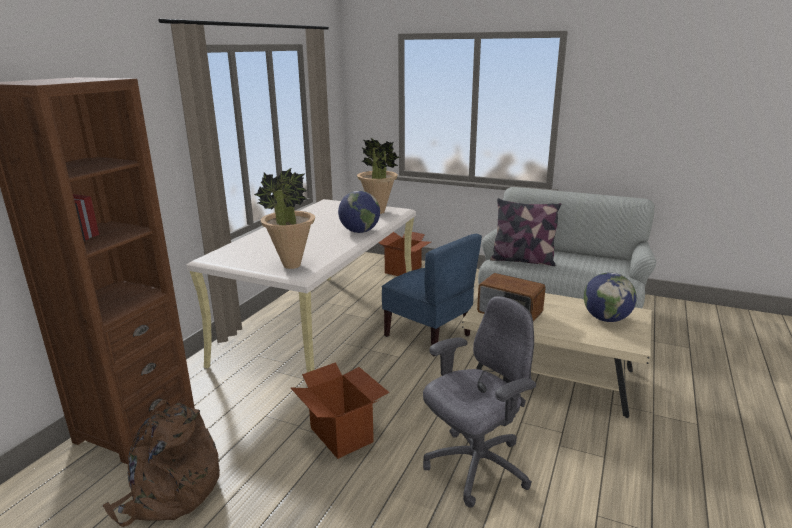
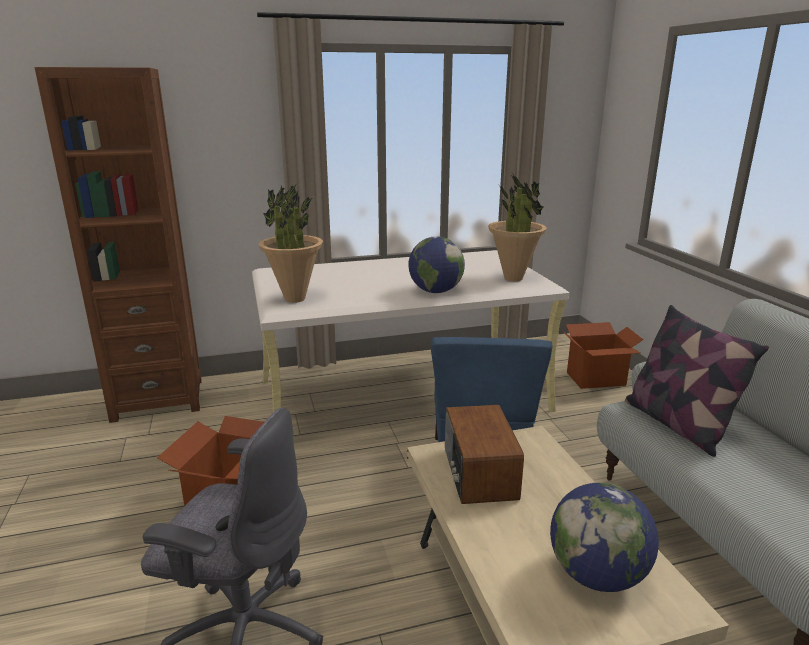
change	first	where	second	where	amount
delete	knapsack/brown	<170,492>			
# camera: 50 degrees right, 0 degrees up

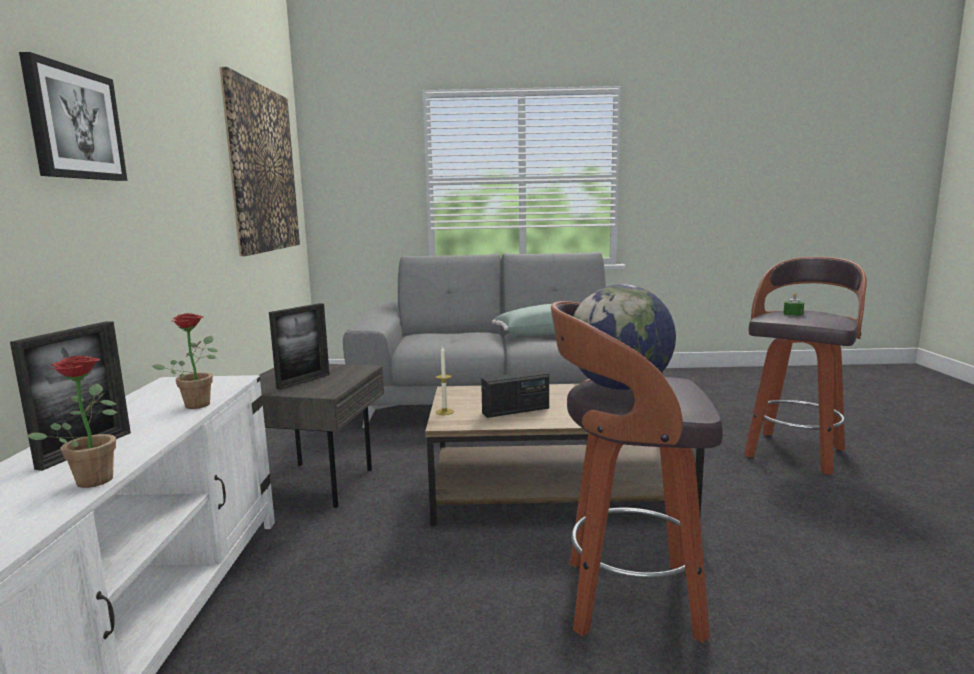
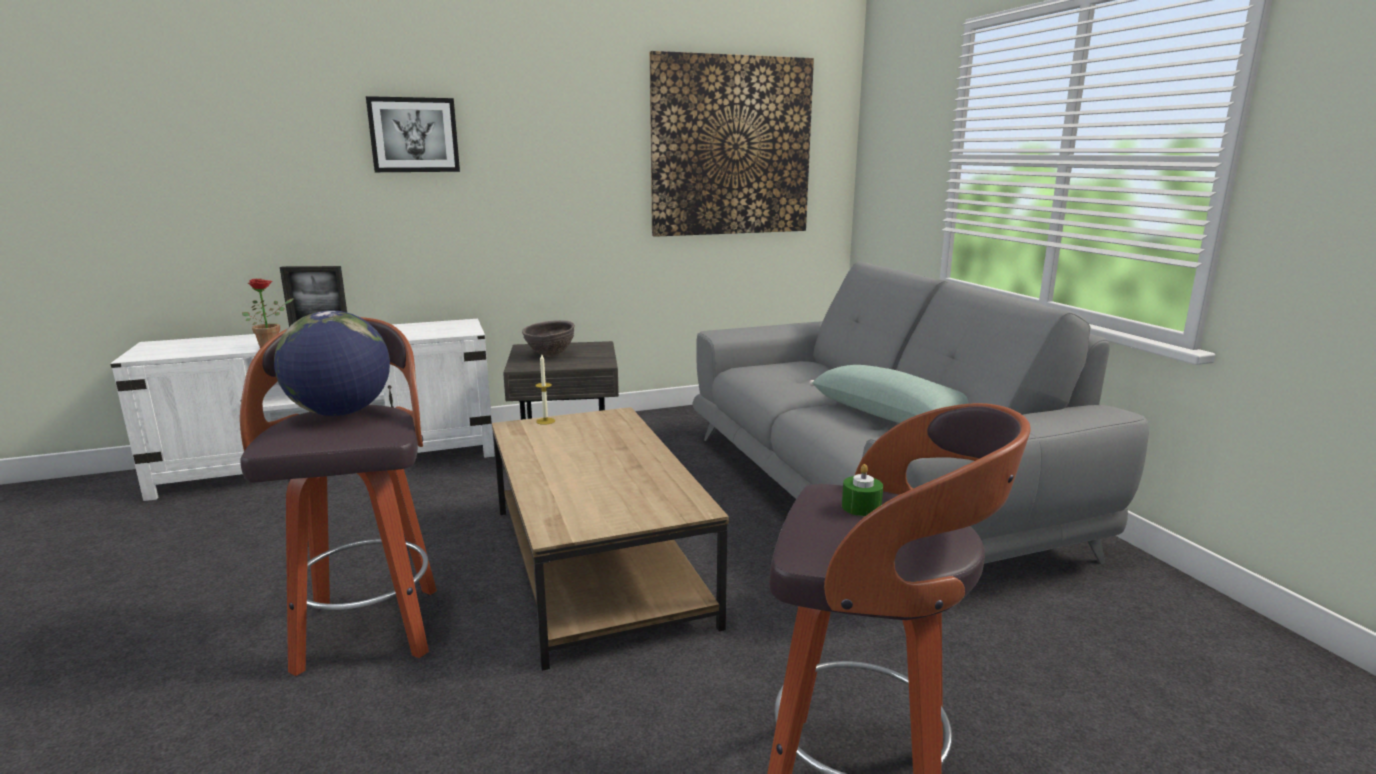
change	first	where	second	where	amount
replace	picture frame	<303,381>	deep dish/brown	<550,356>	
delete	potted plant	<198,403>			
delete	radio set	<516,411>			
# camera: 70 degrees right, 5 degrees up

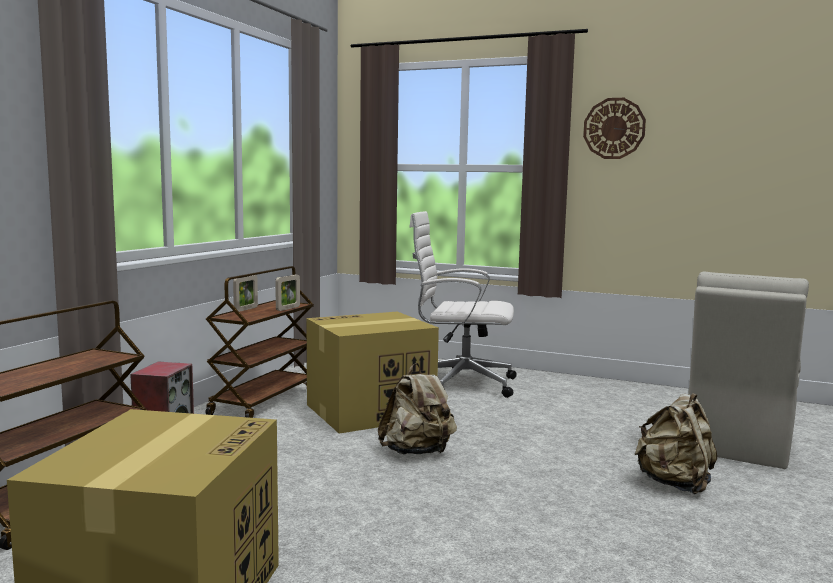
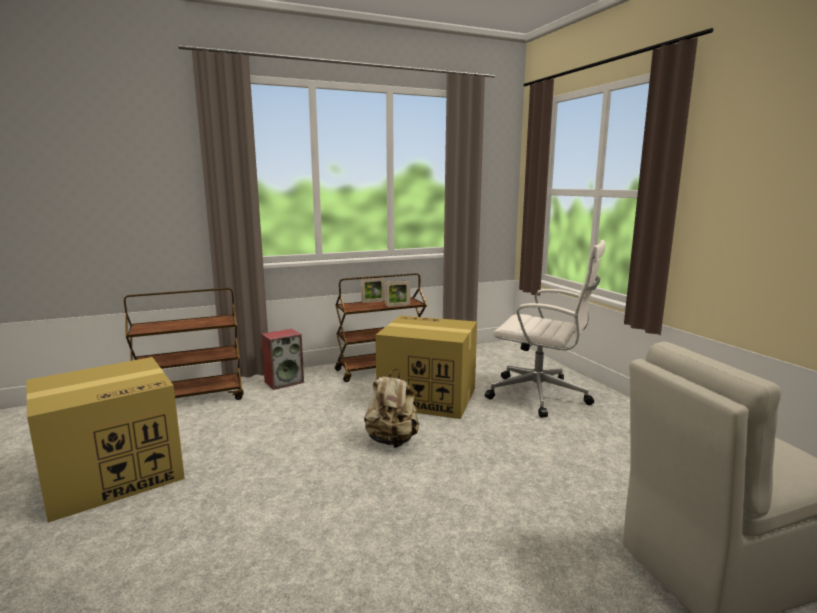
change	first	where	second	where	amount
delete	clock on the wall	<614,128>			
rotate	office chair/whitish	<460,383>		<541,396>	150 degrees clockwise
delete	knapsack/sand-coloured	<675,484>			
# camera: 45 degrees right, 5 degrees up

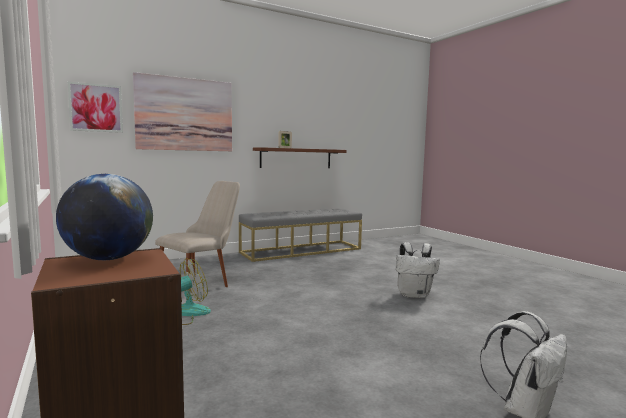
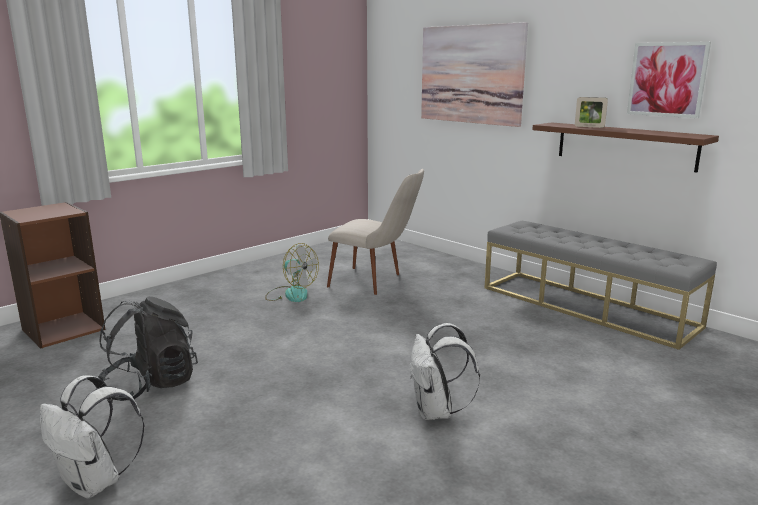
change	first	where	second	where	amount
move	picture	<96,108>		<667,79>	
delete	globe	<108,259>			
insert			knapsack/black-coloured	<151,385>	
# camera: 75 degrees right, 10 degrees up

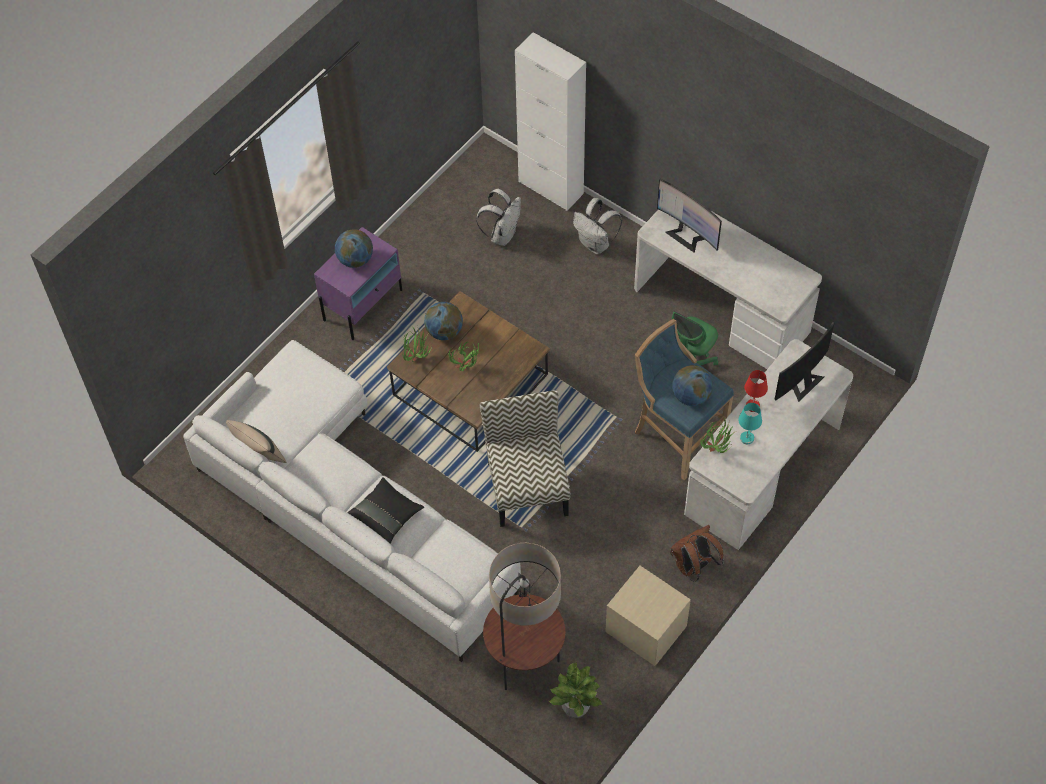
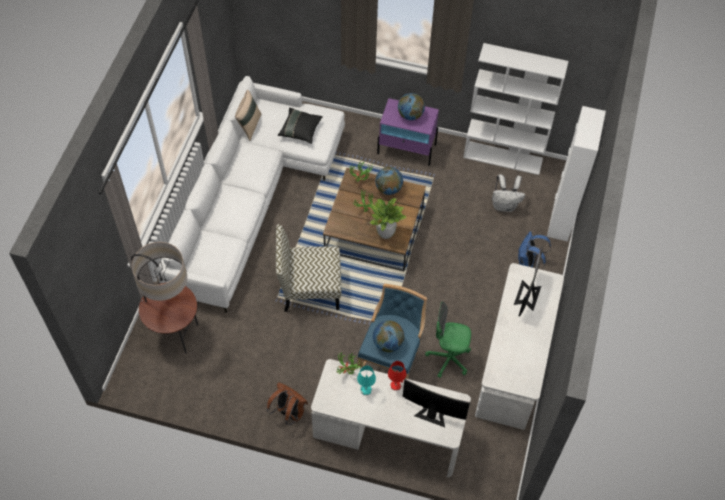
change	first	where	second	where	amount
recolor	knapsack/whitish	<596,244>	knapsack/blue-coloured	<528,263>	
rotate	plain chair	<527,486>		<309,289>	150 degrees counterclockwise
move	cushion/black-coloured	<386,516>		<300,130>	
delete	bedside table/sand-coloured	<646,629>			
move	potted plant	<575,709>		<385,233>	
insert			shelving unit/whitish	<503,157>	
# camera: 65 degrees right, 0 degrees up

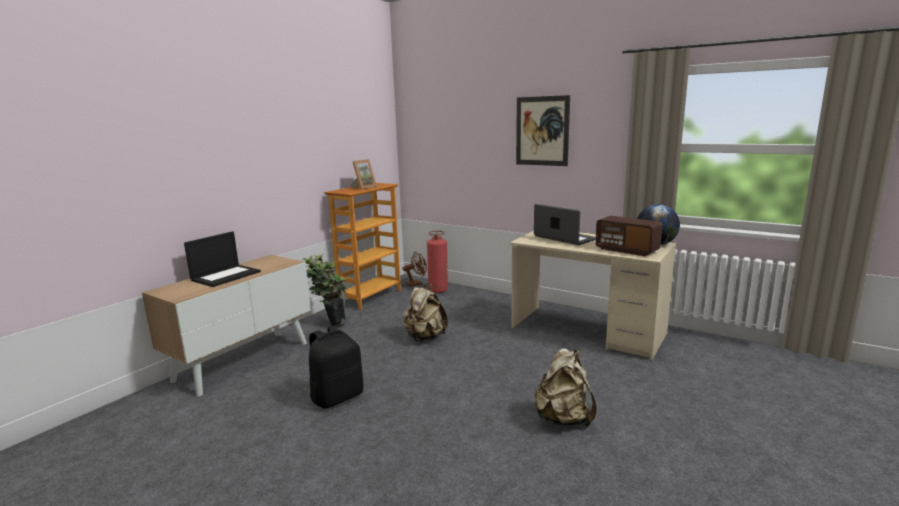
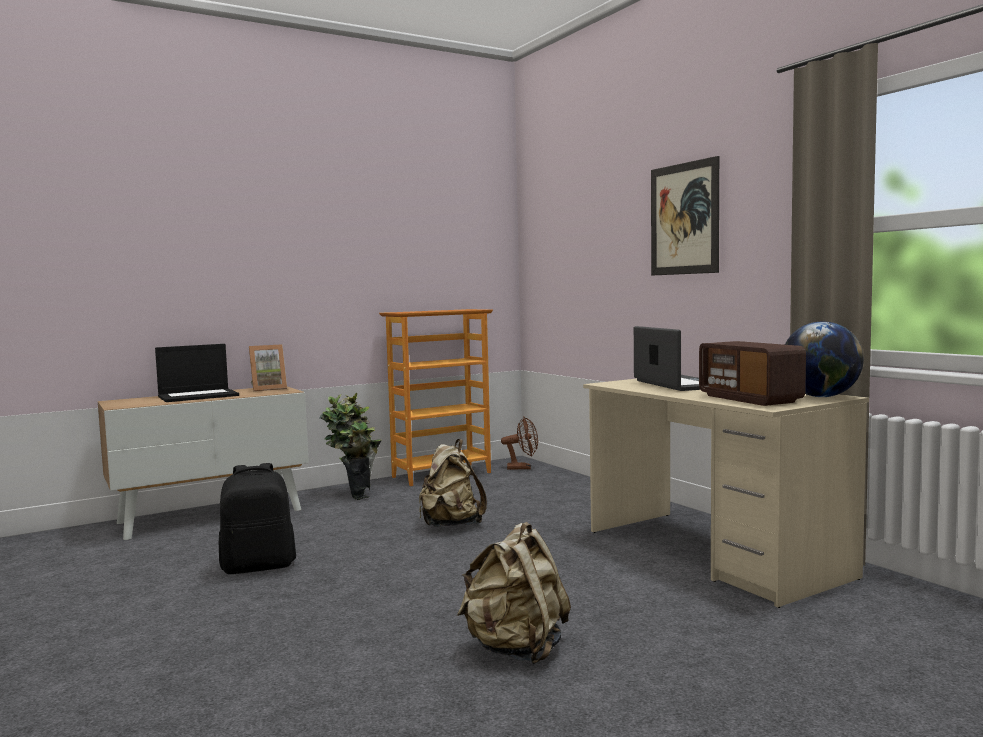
change	first	where	second	where	amount
move	picture frame	<363,187>		<268,389>	
delete	fire-fighting cylinder	<438,290>			
# camera: 25 degrees right, 10 degrees down

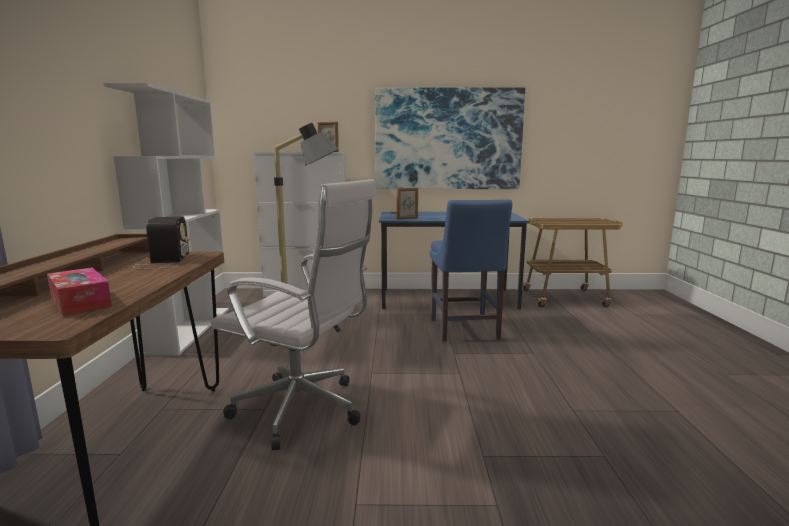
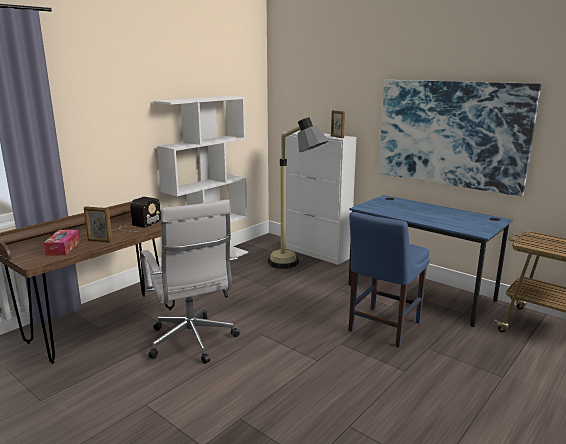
change	first	where	second	where	amount
move	picture frame	<407,218>		<99,241>	
# camera: 40 degrees right, 5 degrees up

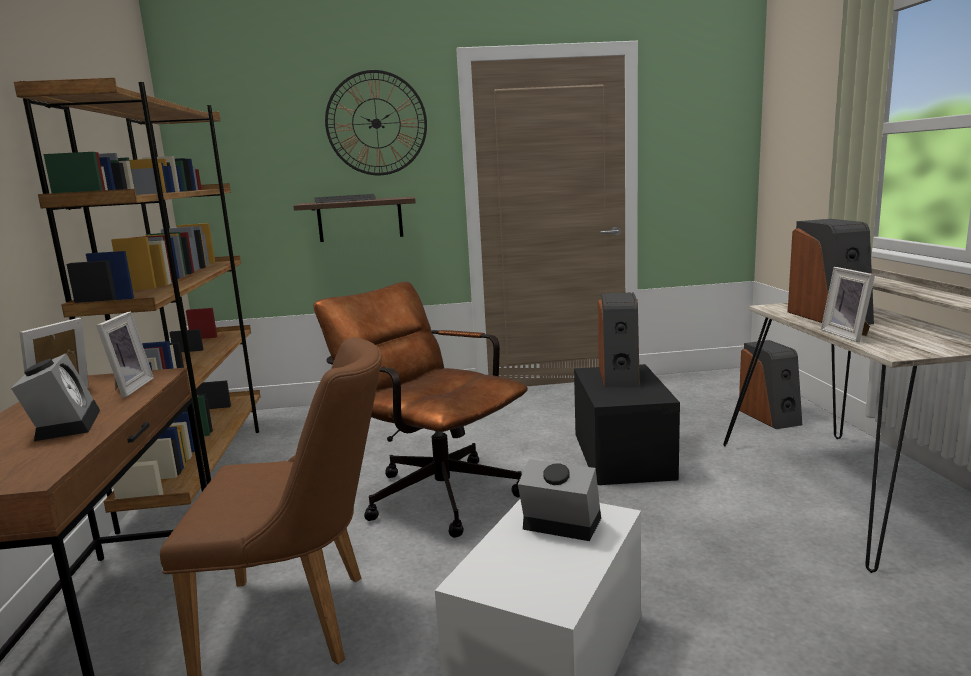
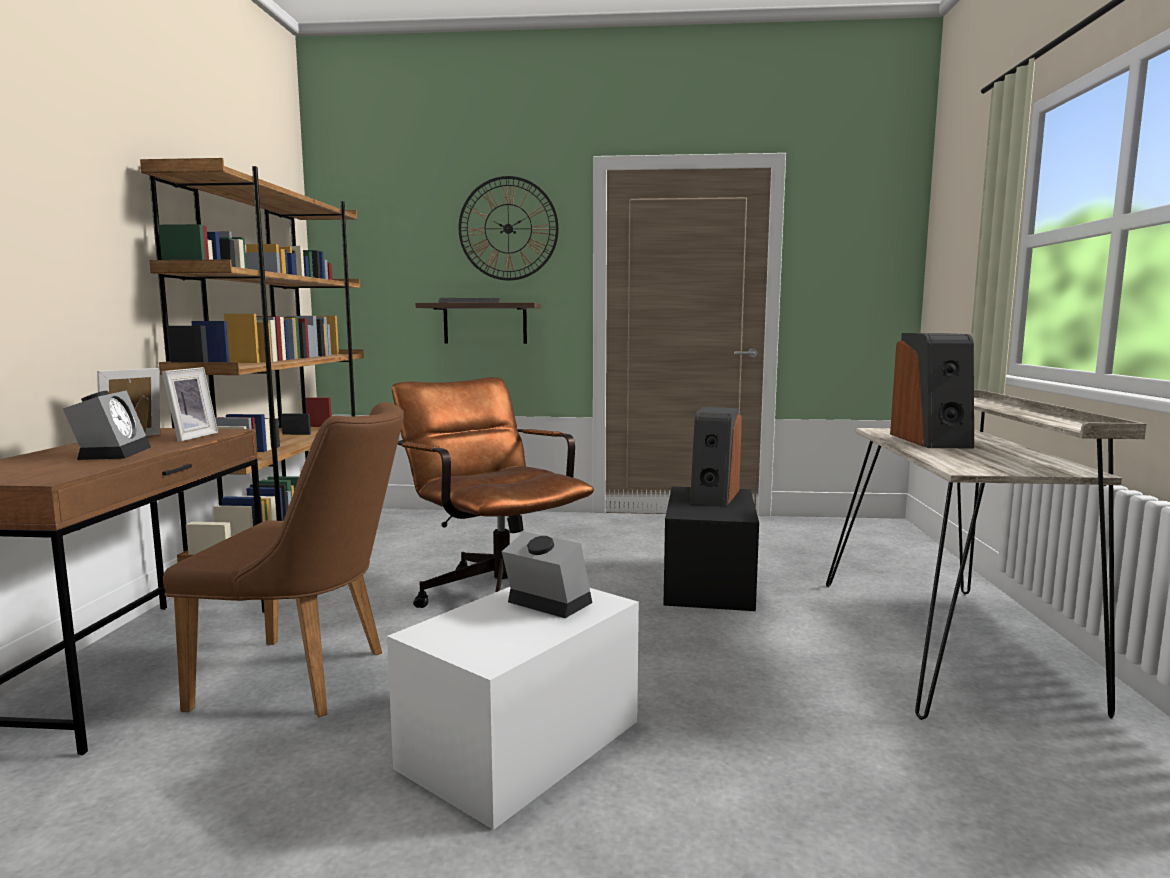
change	first	where	second	where	amount
delete	picture frame	<848,335>			
delete	loudspeaker	<770,417>			
# camera: 10 degrees right, 5 degrees down

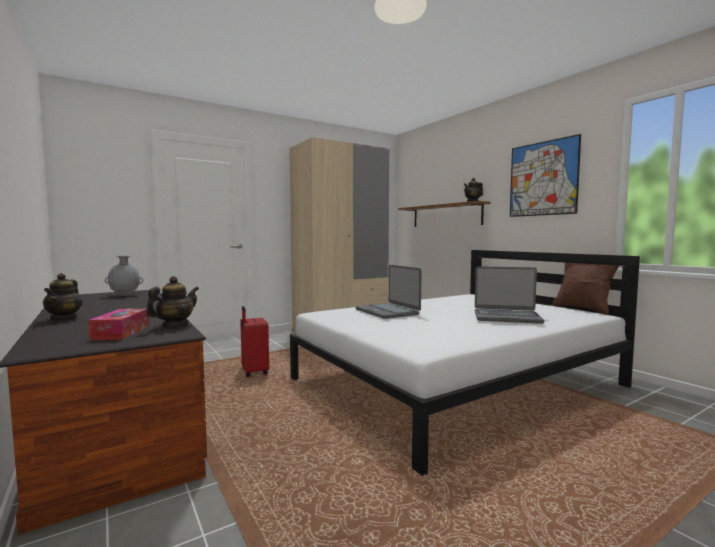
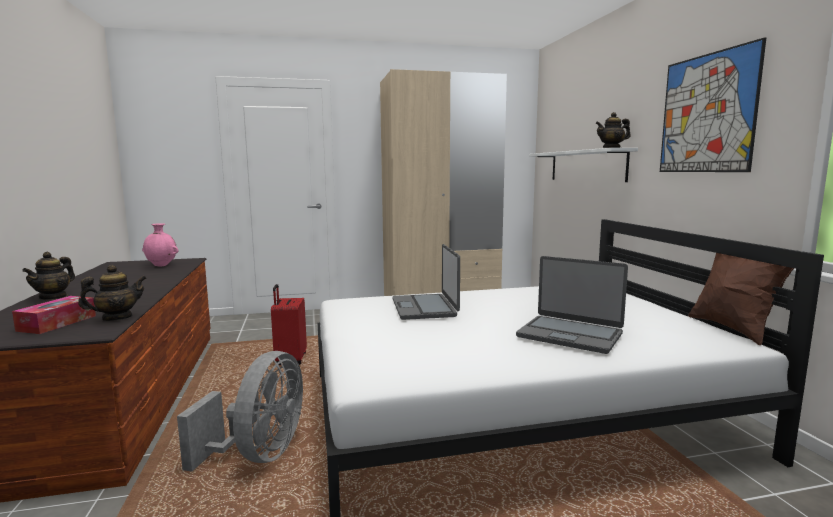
change	first	where	second	where	amount
recolor	wall shelf/brown	<446,215>	wall shelf/whitish	<586,166>	
recolor	decorative vase/gray	<125,295>	decorative vase/pink	<162,265>	
insert			fan/gray	<259,454>	
# camera: 20 degrees right, 5 degrees up

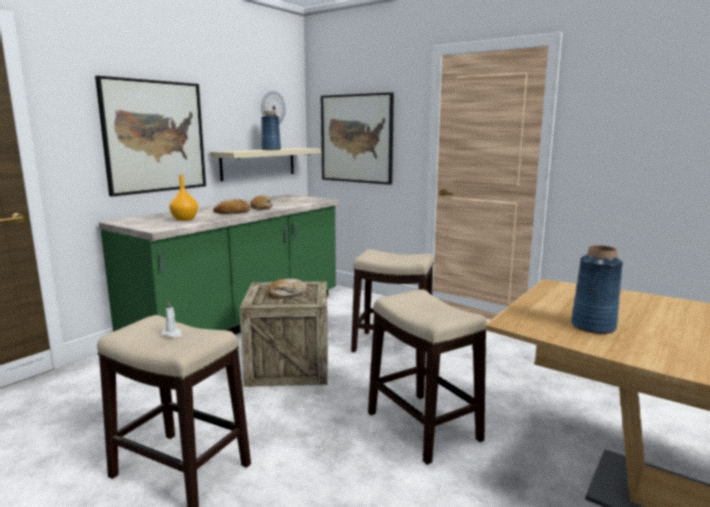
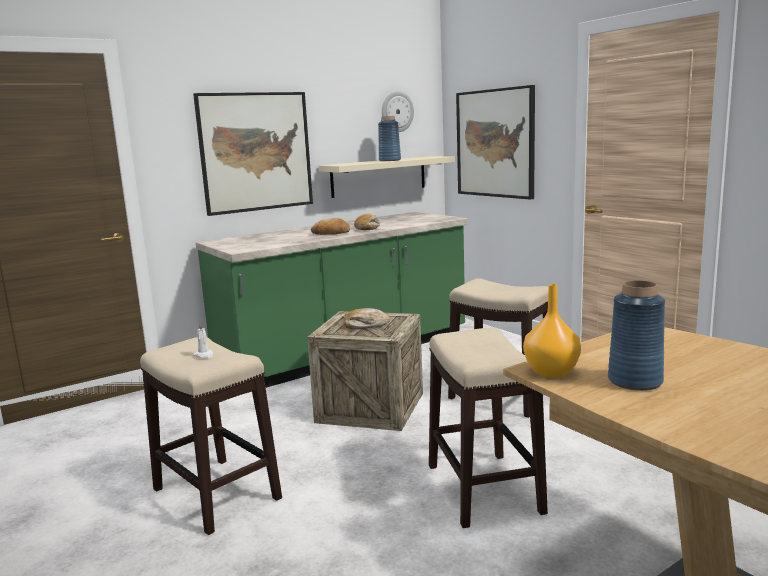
change	first	where	second	where	amount
move	decorative vase/orange-coloured	<185,219>		<552,373>	
# camera: 20 degrees right, 0 degrees up

